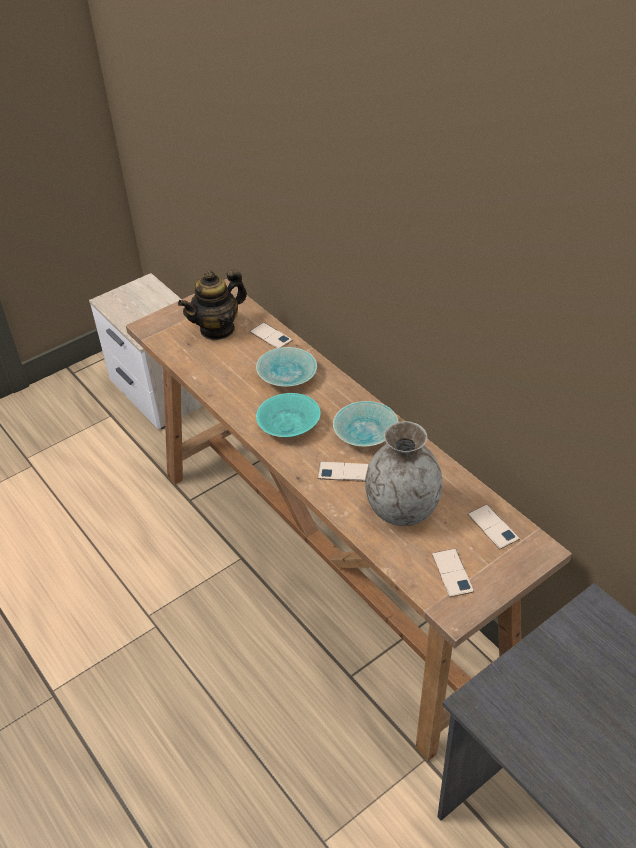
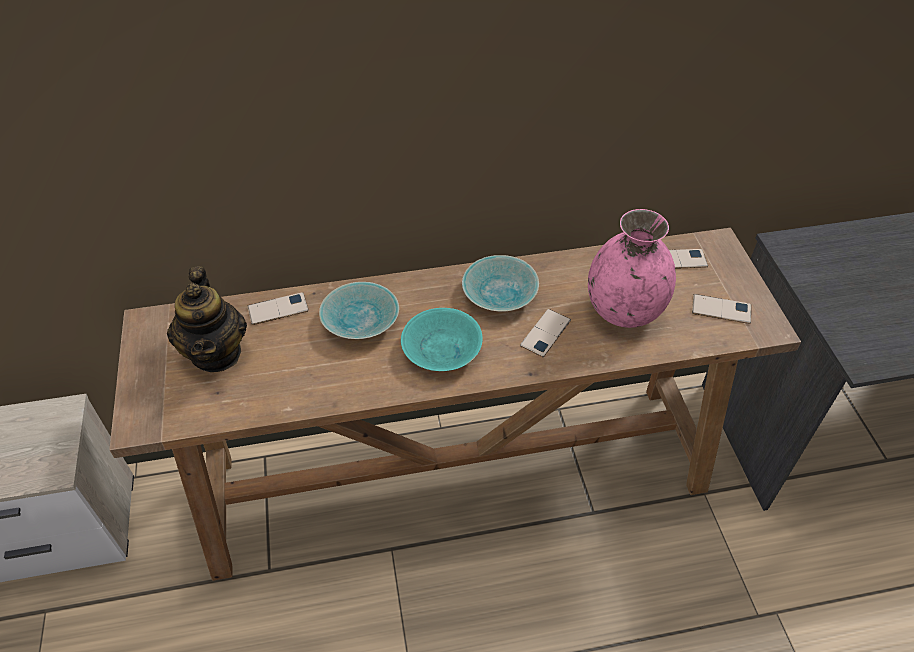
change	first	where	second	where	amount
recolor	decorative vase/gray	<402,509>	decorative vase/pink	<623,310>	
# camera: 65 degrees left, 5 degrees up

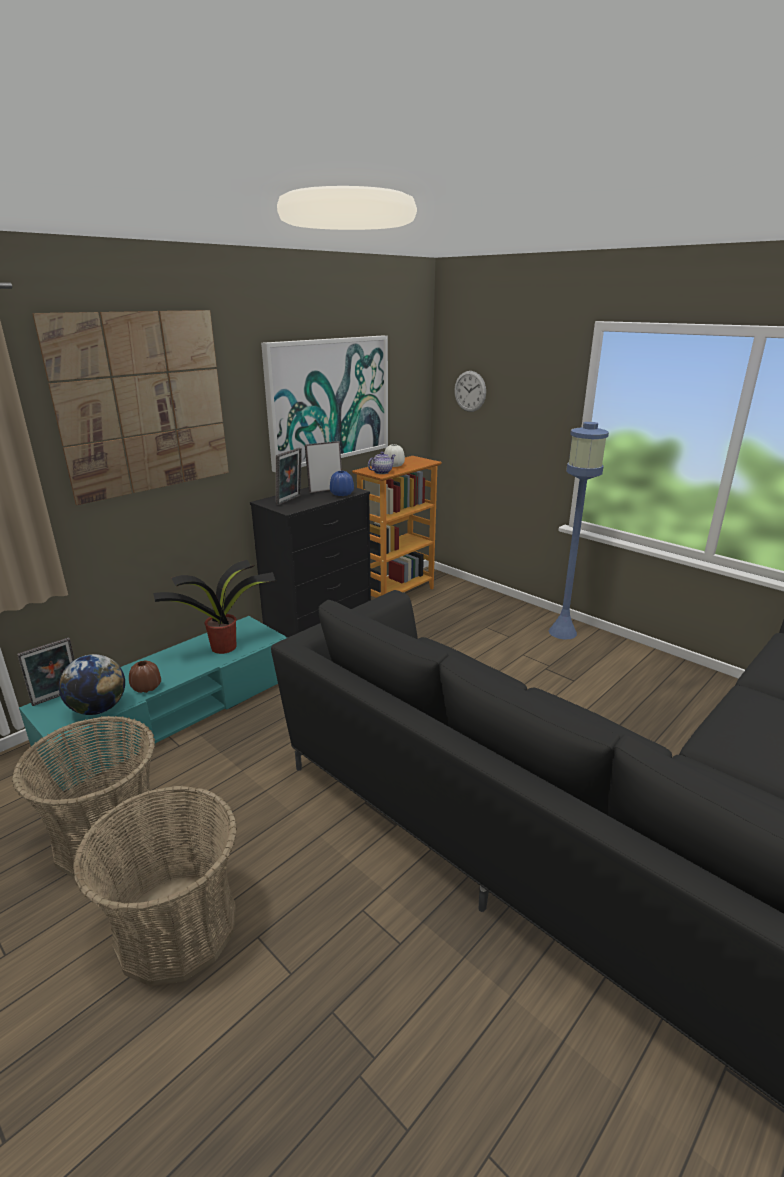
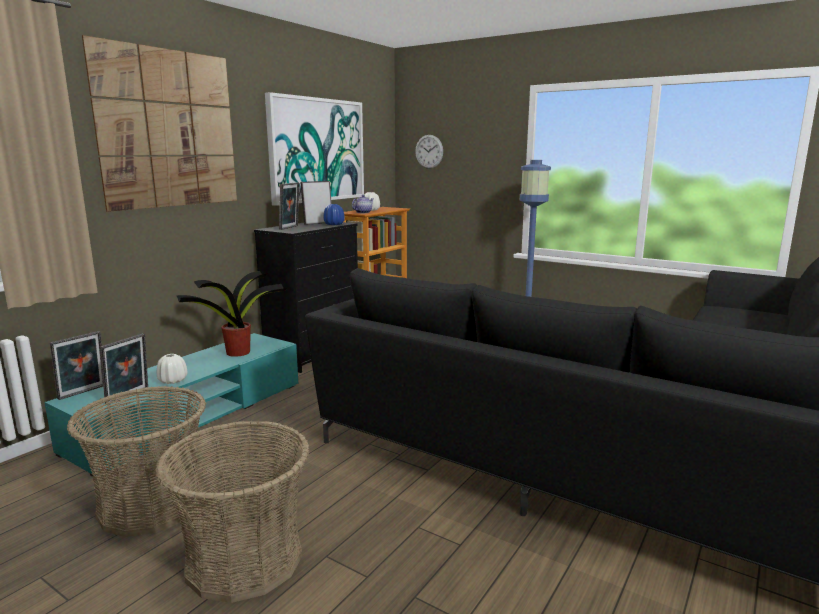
change	first	where	second	where	amount
replace	globe	<98,708>	picture frame	<129,397>	
recolor	decorative vase/brown	<147,687>	decorative vase/whitish	<173,381>	
# camera: 10 degrees left, 10 degrees down

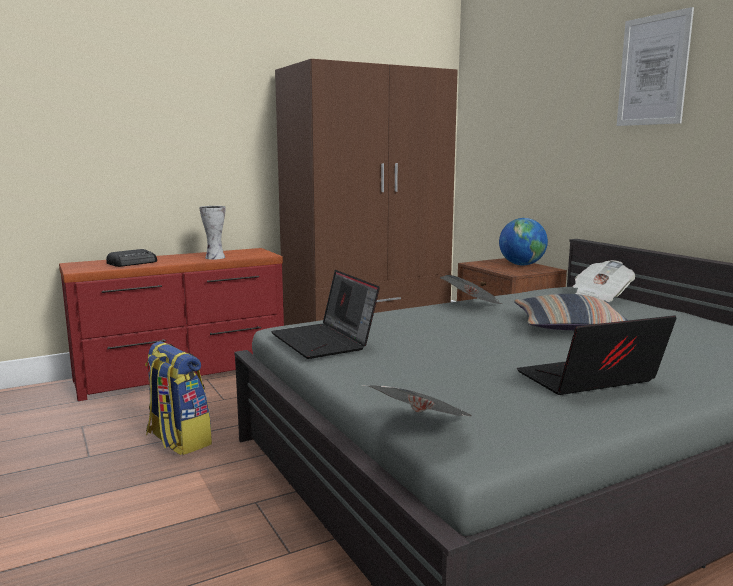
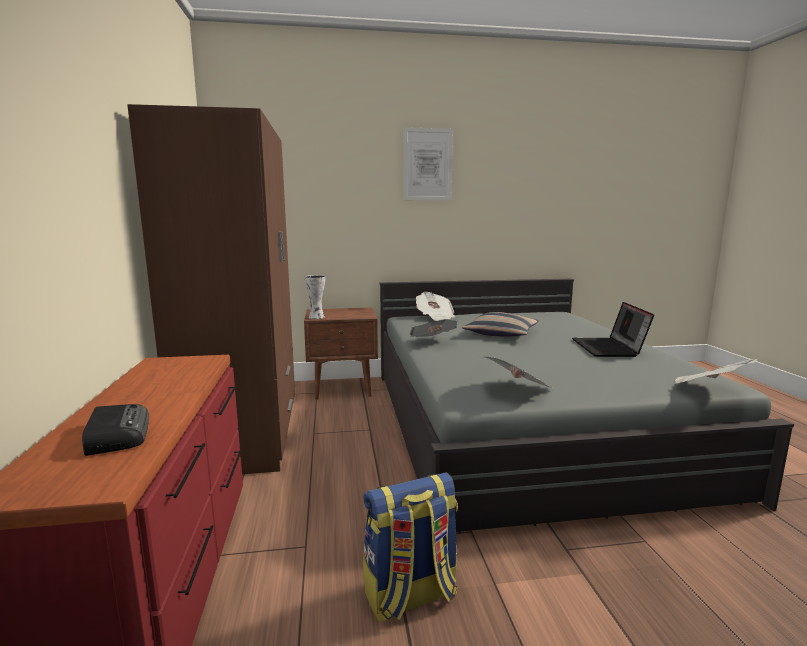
change	first	where	second	where	amount
move	decorative vase	<214,257>		<316,317>	
delete	globe	<521,265>			
replace	laptop	<325,341>	newspaper	<518,390>	
# camera: 70 degrees left, 0 degrees up

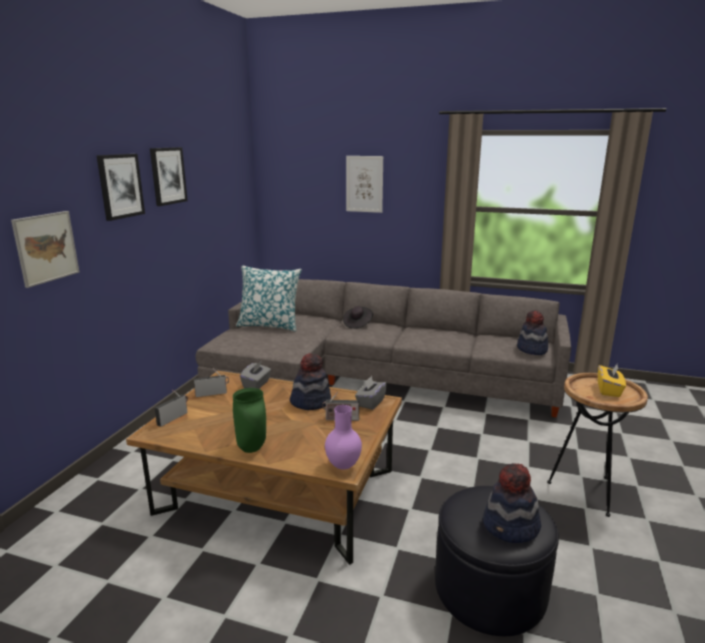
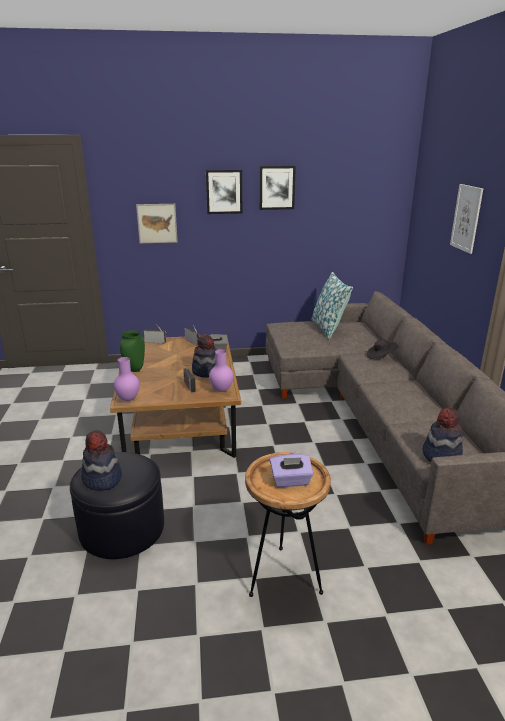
change	first	where	second	where	amount
recolor	box of tissues/yellow-coloured	<609,390>	box of tissues/purple	<291,481>	
replace	box of tissues/gray	<370,402>	decorative vase/purple	<221,390>	
# camera: 65 degrees right, 5 degrees up

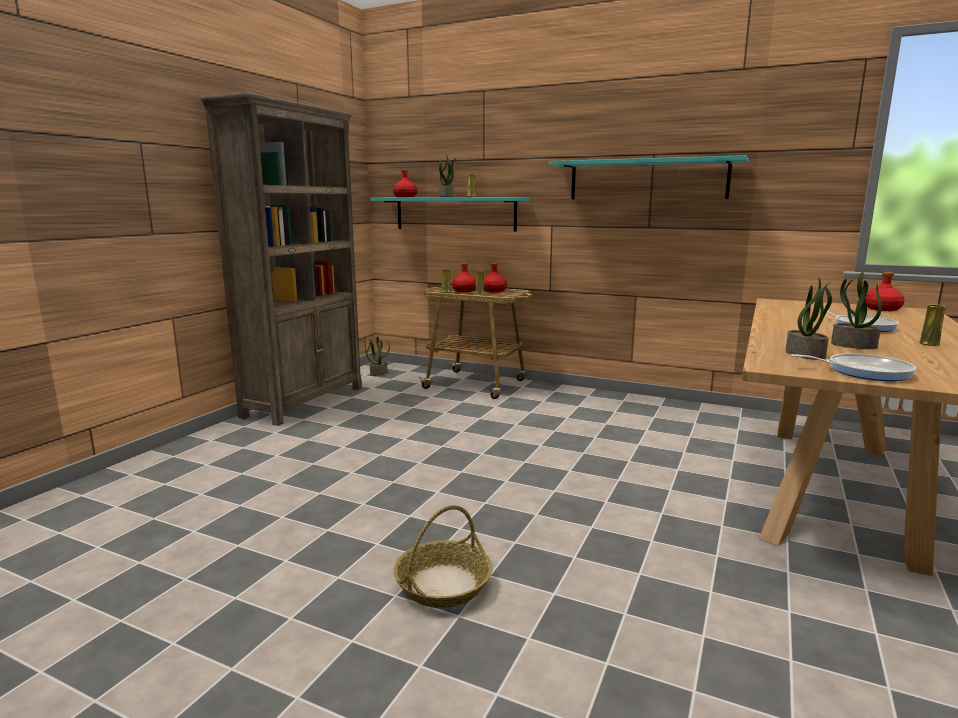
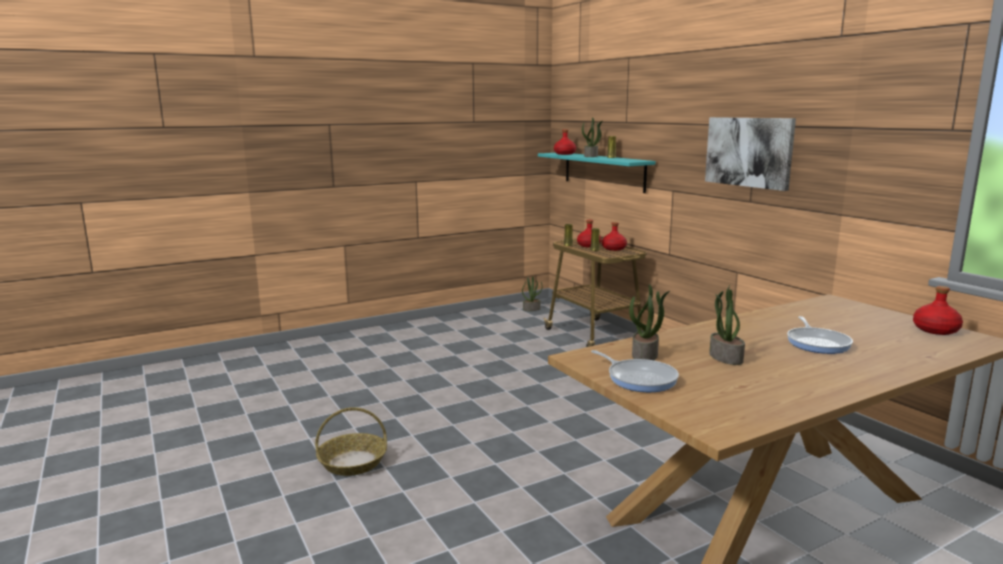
change	first	where	second	where	amount
delete	shelving unit/brown	<305,401>			
replace	wall shelf/turquoise	<647,180>	picture	<749,152>	
delete	decorative vase/yellow-coloured	<929,344>			
# camera: 35 degrees right, 0 degrees up

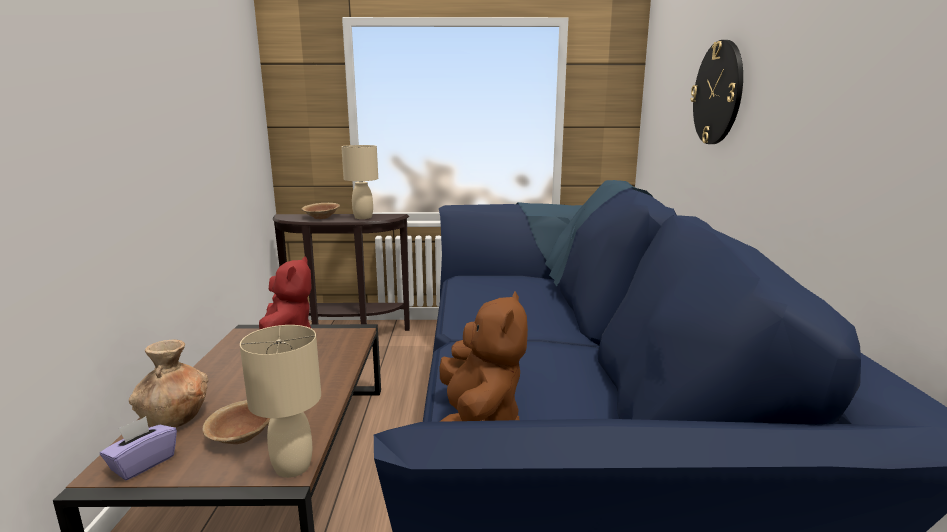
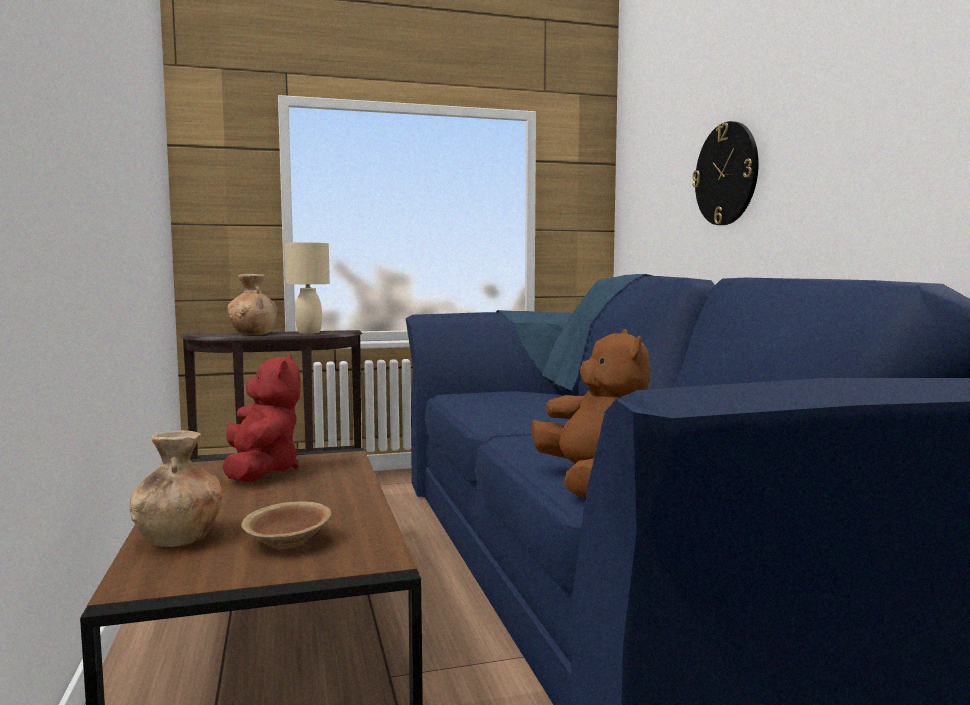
change	first	where	second	where	amount
replace	deep dish/brown	<321,217>	decorative vase/brown	<254,334>	
delete	tabletop lamp/sand-coloured	<292,467>			
delete	box of tissues/purple	<143,463>			
# camera: 15 degrees left, 10 degrees down

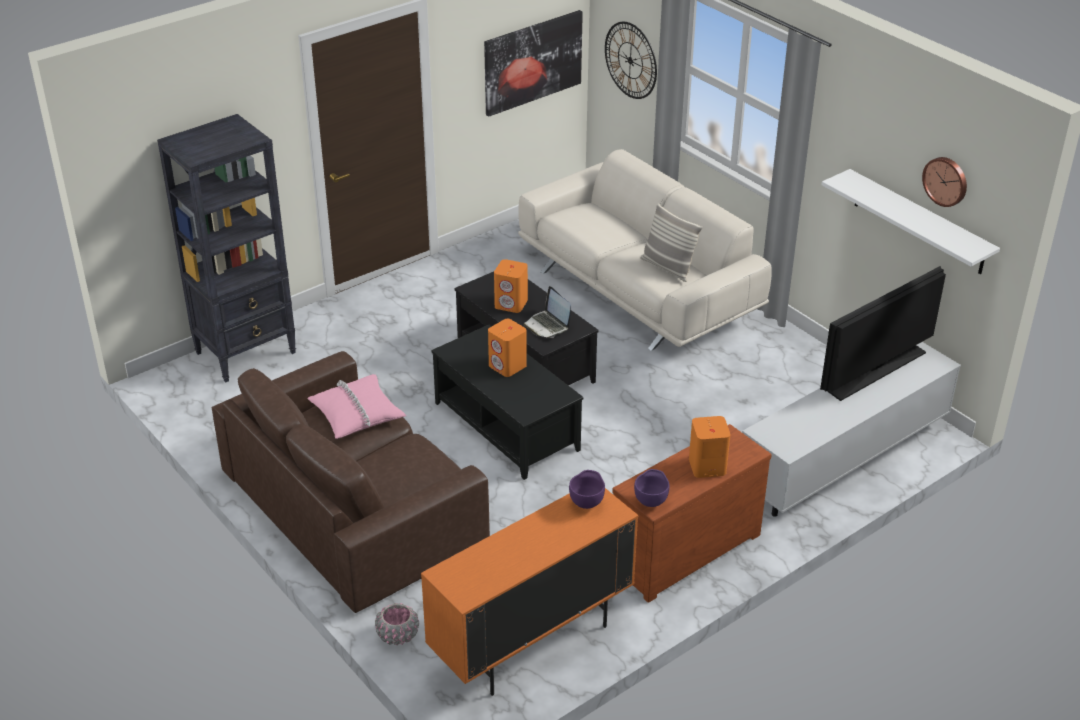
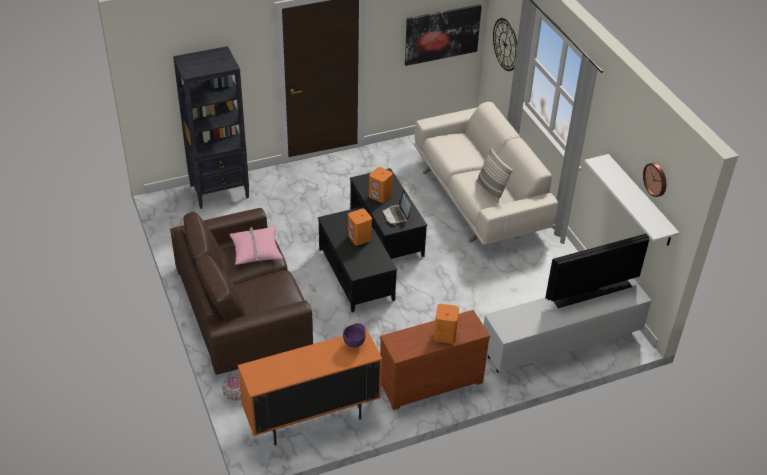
change	first	where	second	where	amount
delete	deep dish/purple	<651,501>			
# camera: 15 degrees right, 5 degrees up

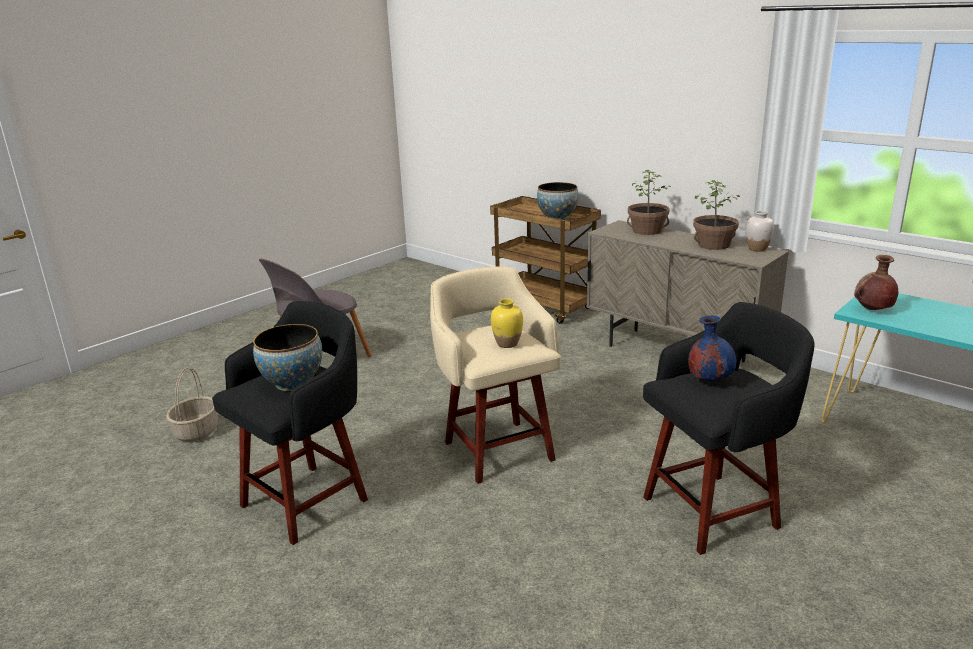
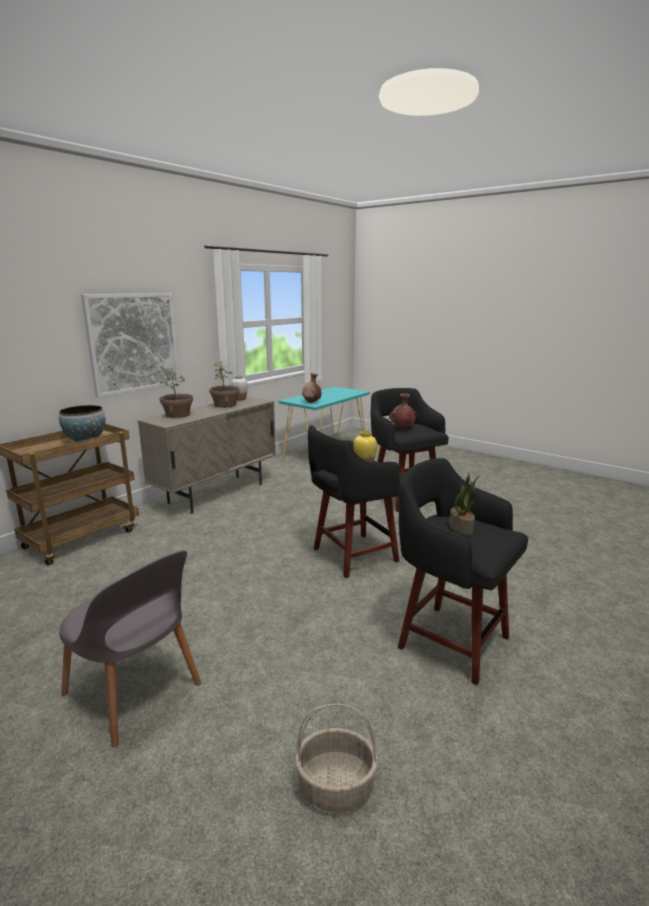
change	first	where	second	where	amount
recolor	sitting stool/sand-coloured	<497,449>	sitting stool/black-coloured	<352,556>	
recolor	decorative vase/blue-coloured	<709,380>	decorative vase/brown	<402,428>	
replace	deep dish	<293,383>	potted plant	<461,528>	
insert			picture	<133,343>	
# camera: 95 degrees left, 5 degrees down

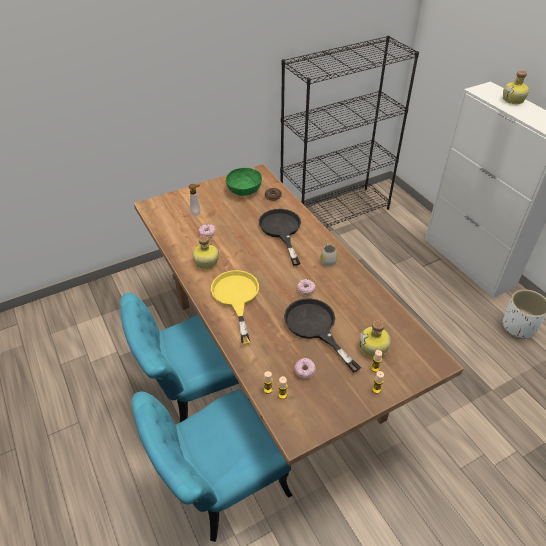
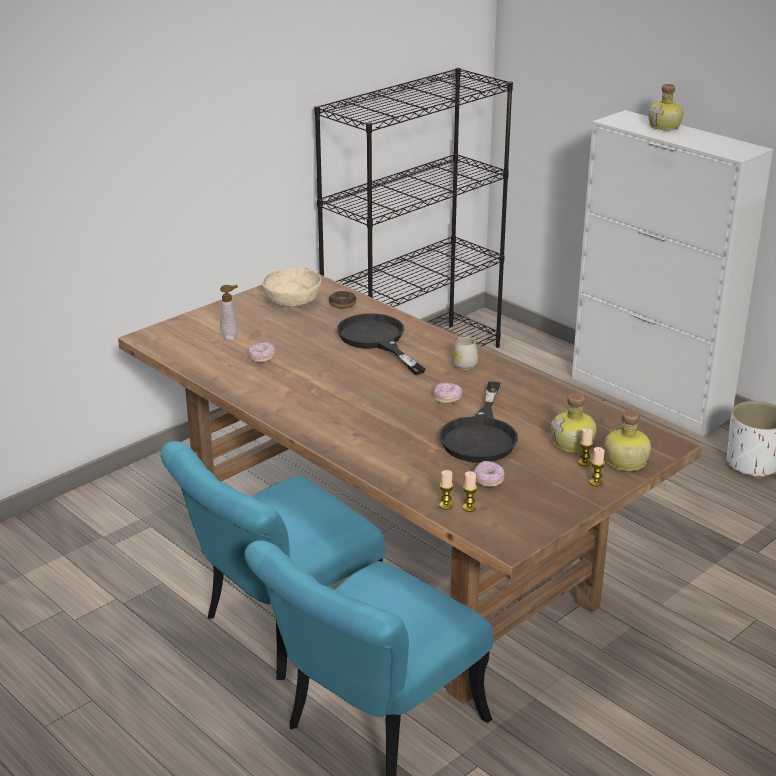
change	first	where	second	where	amount
recolor	deep dish/greenish	<244,190>	deep dish/sand-coloured	<292,301>	
move	drink bottle	<205,262>		<625,462>	
delete	skillet/yellow-coloured	<236,297>			
rotate	skillet/black-coloured	<315,327>		<480,435>	120 degrees counterclockwise
# camera: 15 degrees left, 15 degrees down

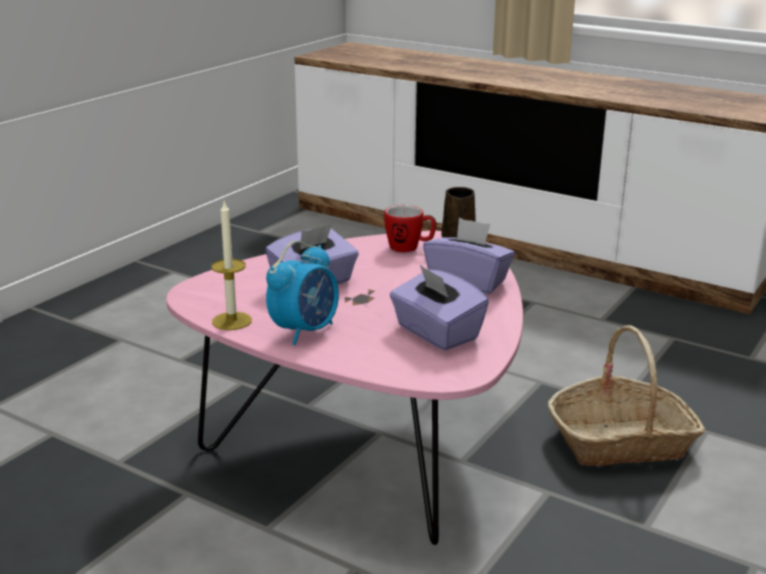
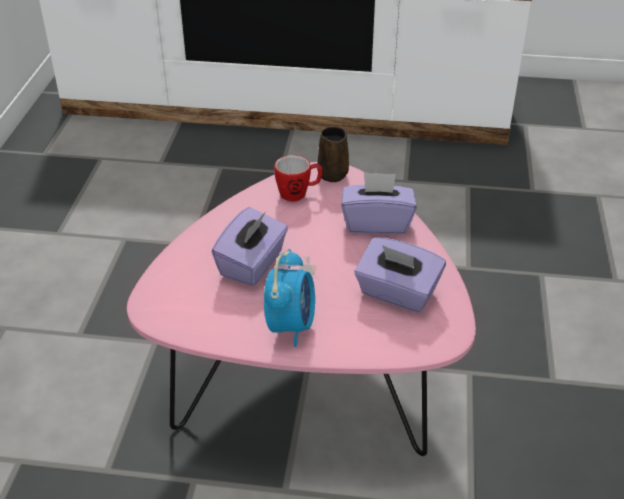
change	first	where	second	where	amount
delete	wax candle	<232,321>			
delete	household basket	<621,442>			
# camera: 25 degrees left, 15 degrees up

